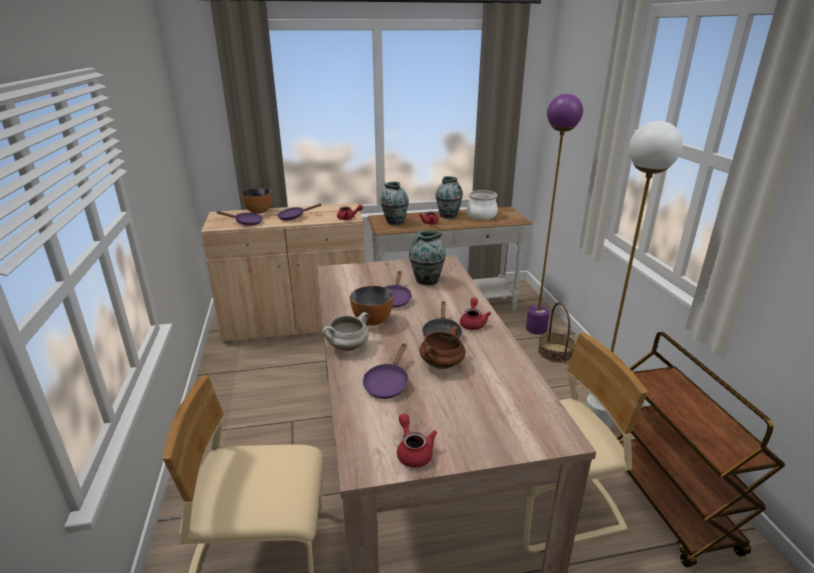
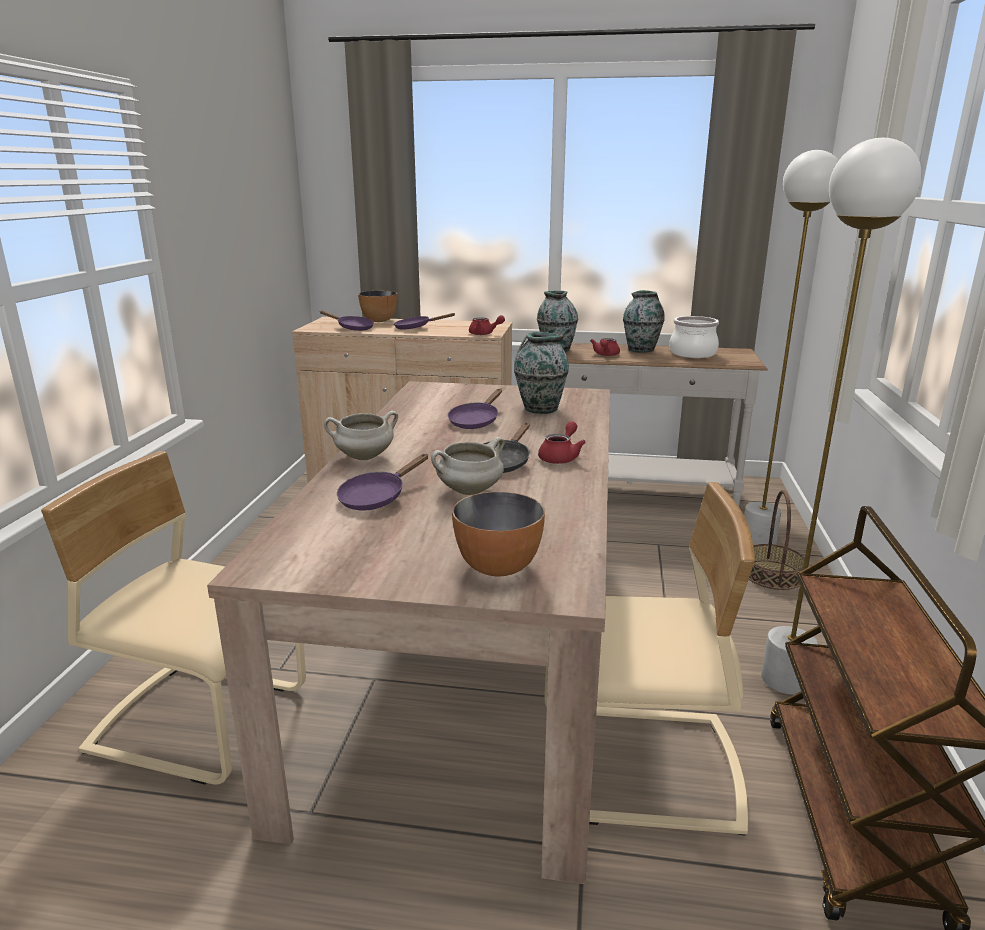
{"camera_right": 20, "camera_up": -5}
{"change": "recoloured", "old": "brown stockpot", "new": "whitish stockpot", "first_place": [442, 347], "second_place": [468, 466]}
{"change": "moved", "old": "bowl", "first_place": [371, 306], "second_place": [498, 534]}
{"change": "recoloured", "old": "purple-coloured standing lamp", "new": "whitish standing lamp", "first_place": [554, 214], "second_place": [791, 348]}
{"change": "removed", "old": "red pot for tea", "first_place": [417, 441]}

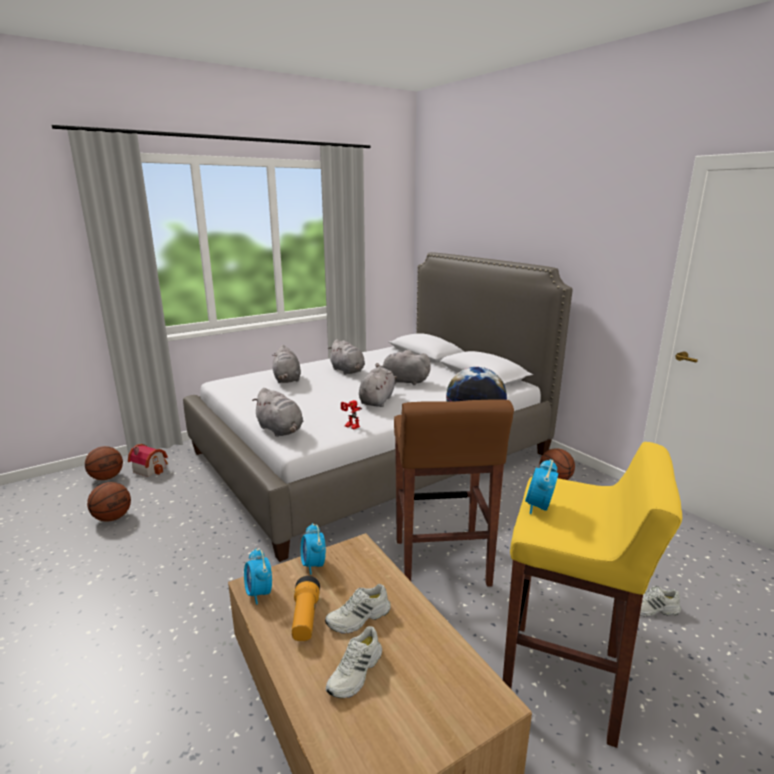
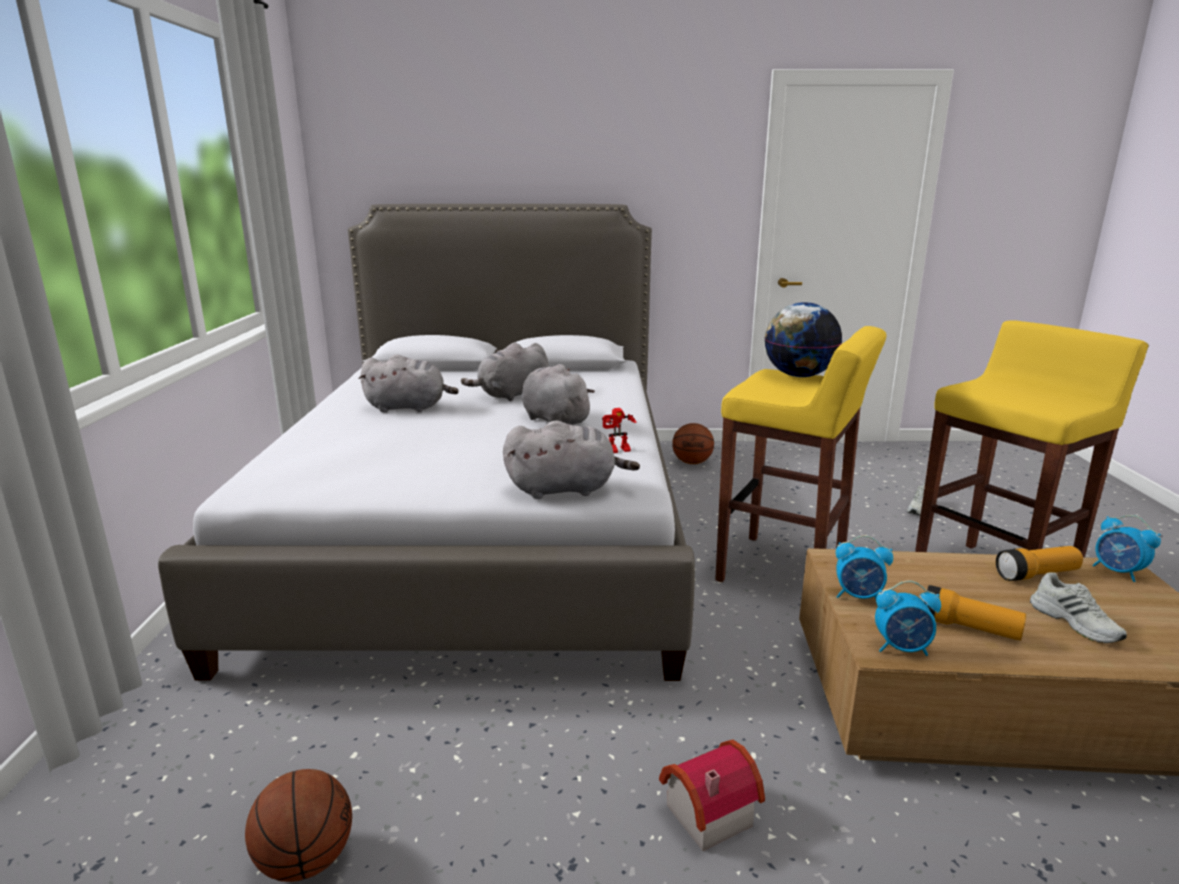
{"camera_right": -55, "camera_up": 0}
{"change": "moved", "old": "model house", "first_place": [148, 460], "second_place": [712, 795]}
{"change": "recoloured", "old": "brown stool seat", "new": "yellow-coloured stool seat", "first_place": [454, 493], "second_place": [800, 454]}
{"change": "added", "new": "hand torch", "second_place": [1039, 563]}
{"change": "moved", "old": "bedside clock", "first_place": [541, 486], "second_place": [1126, 548]}
{"change": "removed", "old": "basketball ball", "first_place": [104, 463]}
{"change": "removed", "old": "grey plush toy", "first_place": [286, 364]}
{"change": "removed", "old": "whitish shoe", "first_place": [358, 609]}

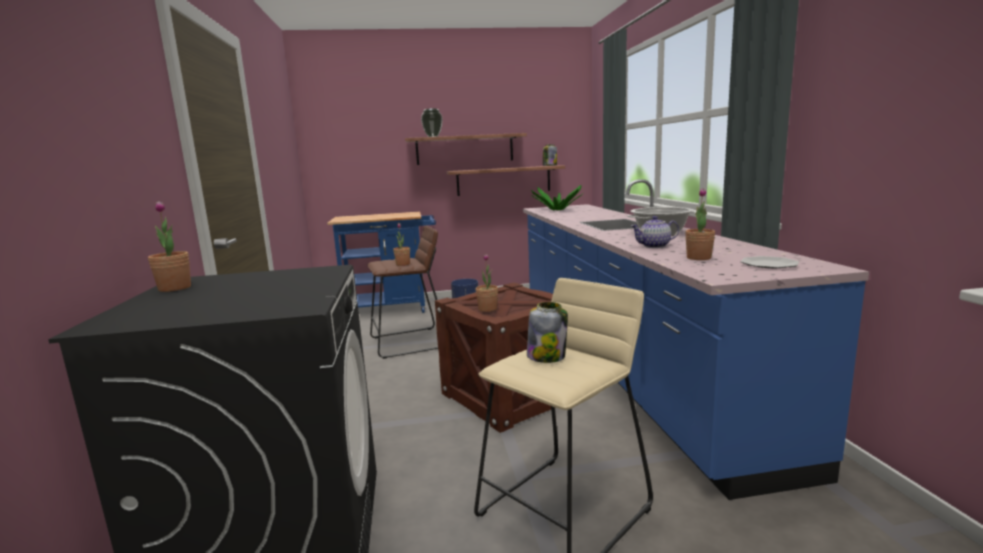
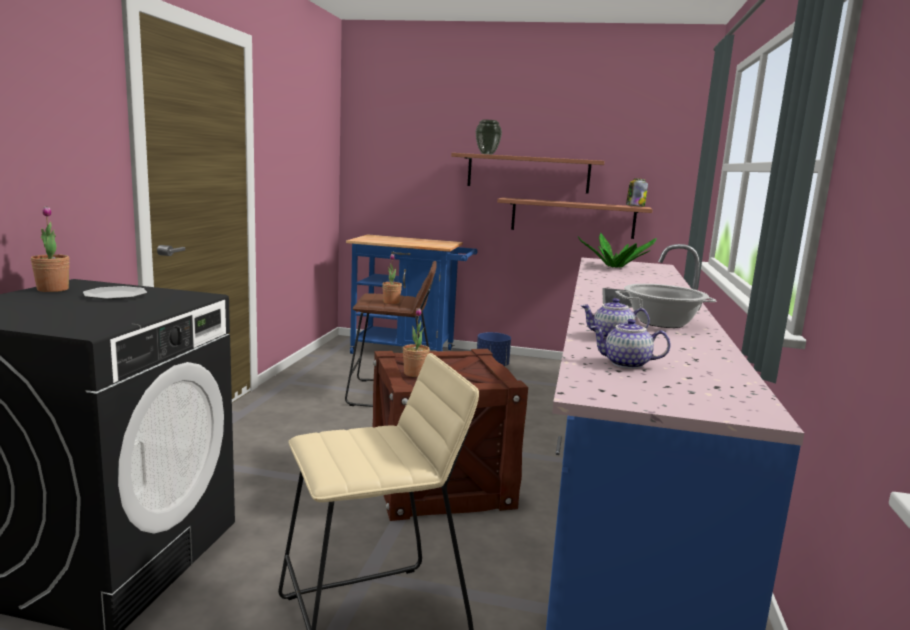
{"camera_right": 20, "camera_up": 0}
{"change": "moved", "old": "flat dish", "first_place": [769, 262], "second_place": [115, 293]}
{"change": "replaced", "old": "plant in a pot", "new": "pot for tea", "first_place": [700, 224], "second_place": [630, 344]}
{"change": "removed", "old": "storage jar", "first_place": [547, 332]}

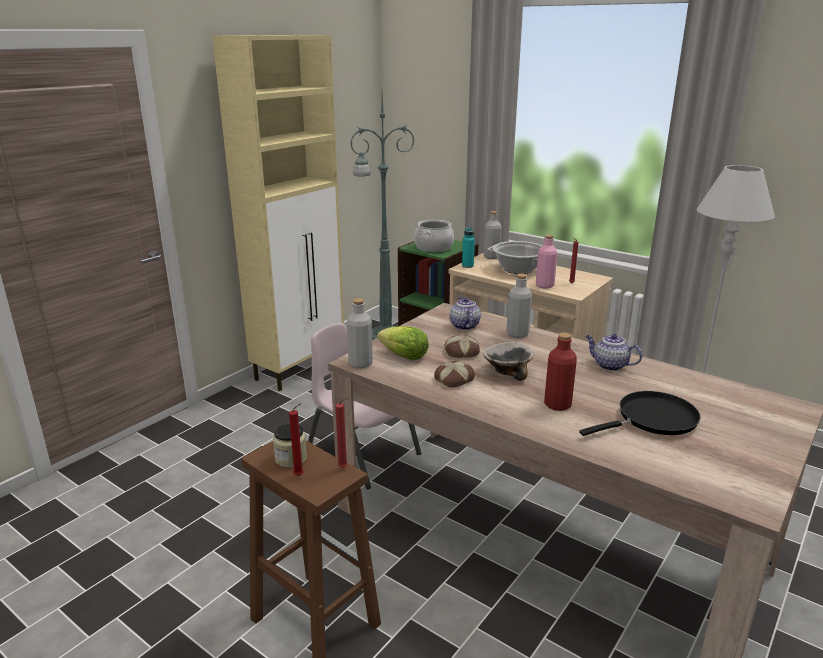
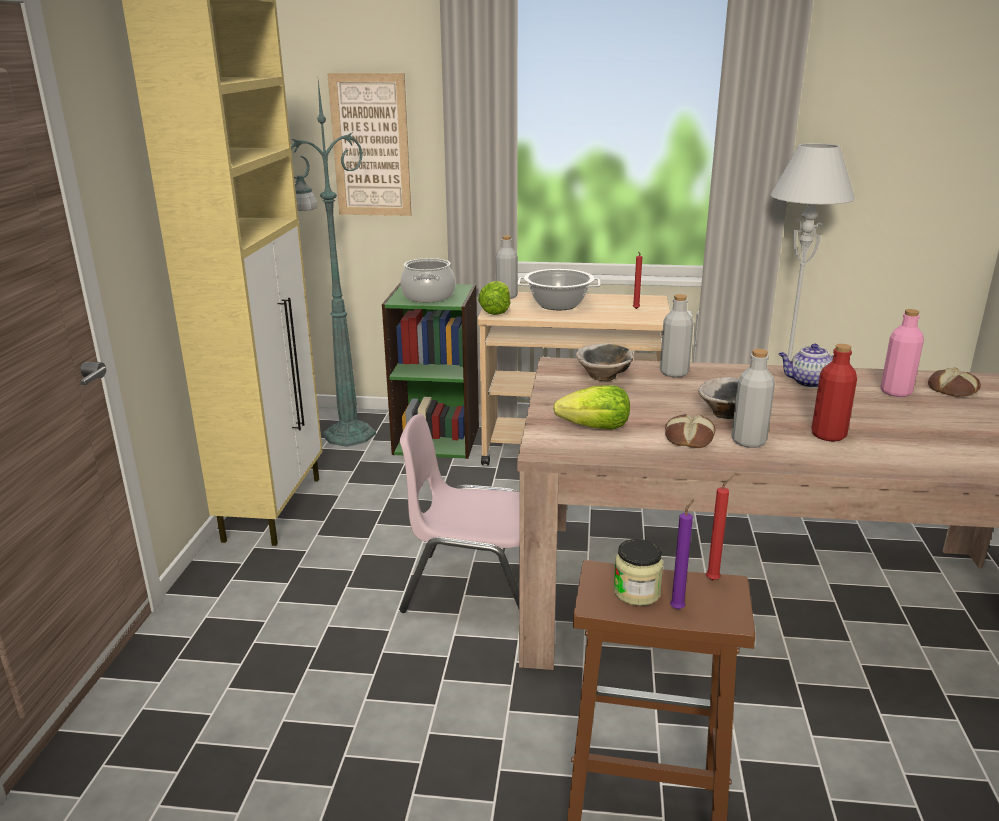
{"camera_right": -30, "camera_up": 0}
{"change": "added", "new": "wall picture", "second_place": [369, 144]}
{"change": "replaced", "old": "turquoise beverage bottle", "new": "lettuce head", "first_place": [468, 247], "second_place": [494, 298]}
{"change": "replaced", "old": "pot for tea", "new": "bowl", "first_place": [465, 313], "second_place": [605, 362]}
{"change": "recoloured", "old": "red candle", "new": "purple-coloured candle", "first_place": [296, 439], "second_place": [682, 554]}
{"change": "moved", "old": "grey beverage bottle", "first_place": [360, 333], "second_place": [753, 398]}
{"change": "moved", "old": "pink beverage bottle", "first_place": [546, 261], "second_place": [902, 353]}
{"change": "moved", "old": "bread", "first_place": [462, 346], "second_place": [954, 382]}
{"change": "removed", "old": "black-coloured frying pan", "first_place": [640, 413]}

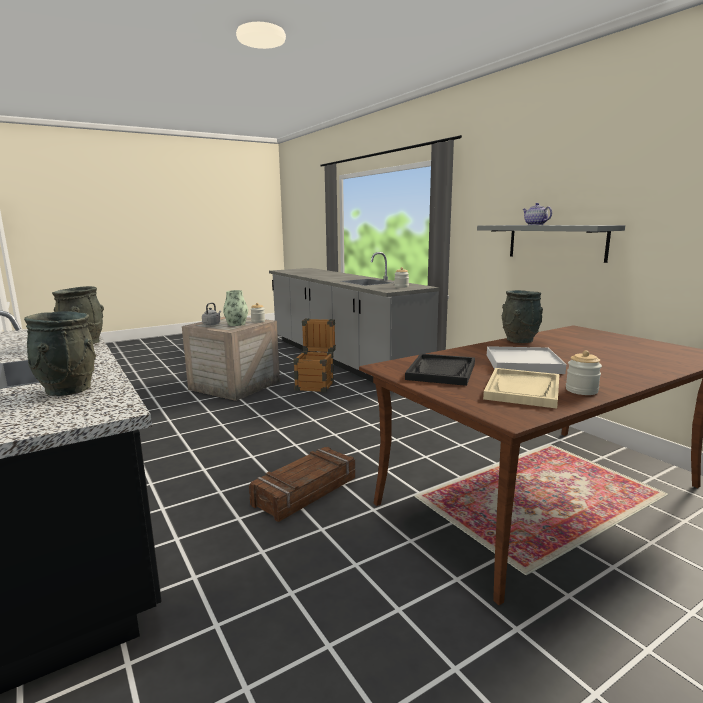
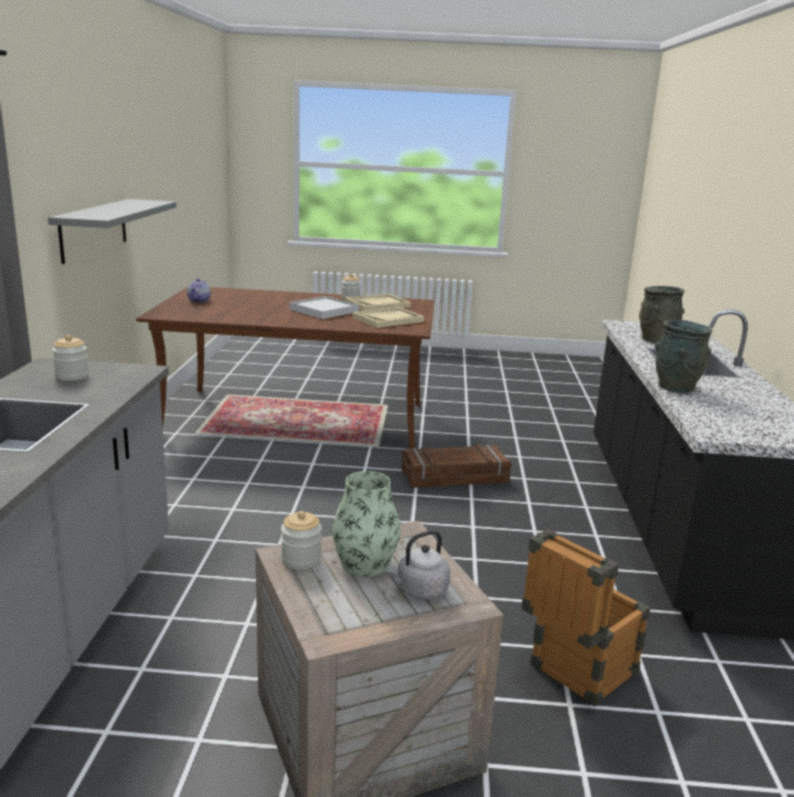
{"camera_right": -145, "camera_up": 5}
{"change": "moved", "old": "pot for tea", "first_place": [537, 214], "second_place": [199, 291]}
{"change": "recoloured", "old": "black-coloured tray", "new": "beige tray", "first_place": [440, 369], "second_place": [388, 317]}
{"change": "moved", "old": "packing crate", "first_place": [314, 355], "second_place": [586, 617]}
{"change": "removed", "old": "grey decorative vase", "first_place": [522, 316]}

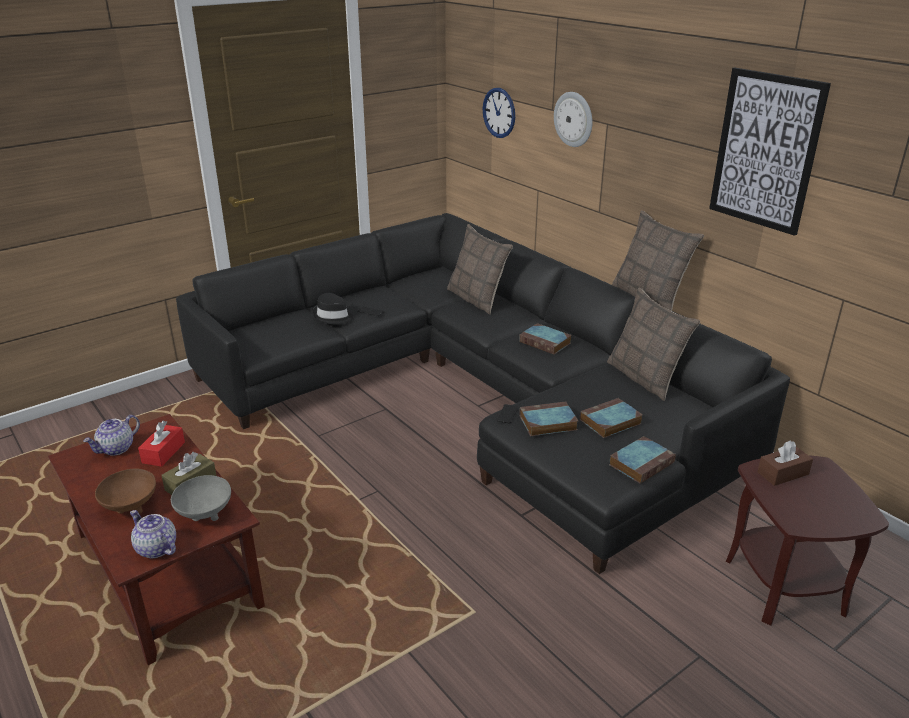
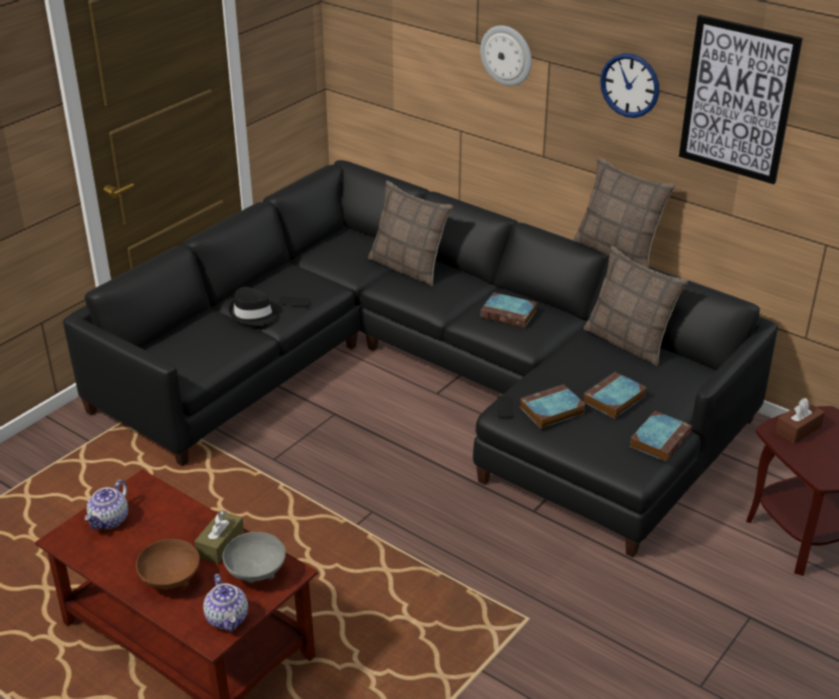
{"camera_right": -15, "camera_up": 5}
{"change": "turned", "old": "pot for tea", "first_place": [153, 534], "second_place": [225, 603], "degrees": -135}
{"change": "moved", "old": "clock on the wall", "first_place": [499, 113], "second_place": [629, 85]}
{"change": "removed", "old": "red box of tissues", "first_place": [161, 444]}

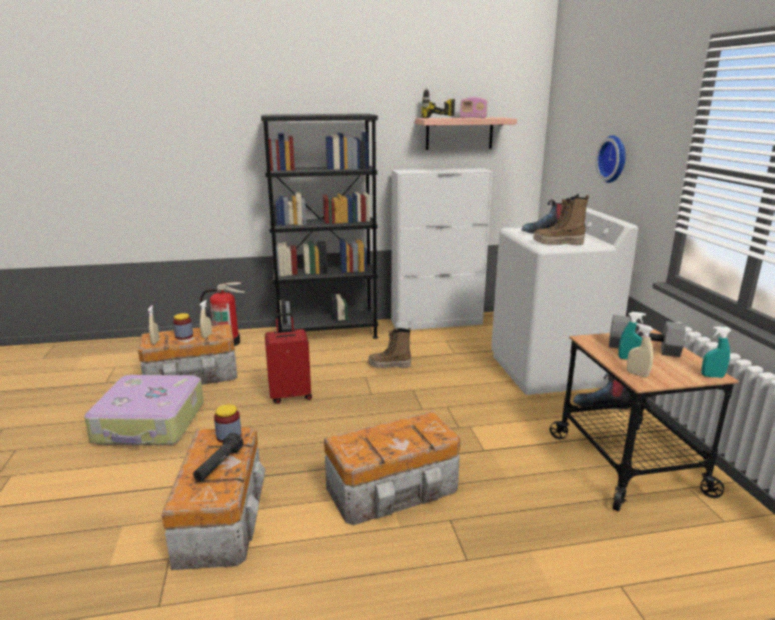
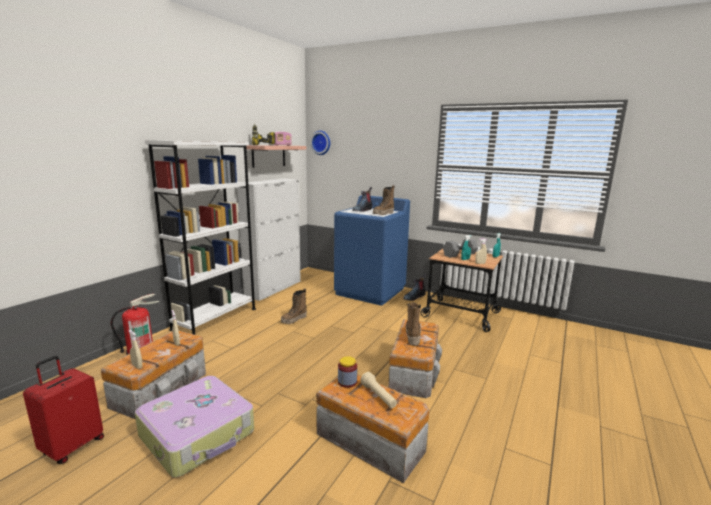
{"camera_right": -50, "camera_up": -5}
{"change": "moved", "old": "red travel case", "first_place": [288, 358], "second_place": [63, 410]}
{"change": "recoloured", "old": "black-coloured shelving unit", "new": "whitish shelving unit", "first_place": [319, 226], "second_place": [200, 237]}
{"change": "moved", "old": "clock on the wall", "first_place": [611, 159], "second_place": [320, 143]}
{"change": "recoloured", "old": "whitish washing machine", "new": "bluish washing machine", "first_place": [564, 301], "second_place": [372, 250]}
{"change": "recoloured", "old": "black-coloured hand torch", "new": "beige hand torch", "first_place": [218, 457], "second_place": [378, 390]}
{"change": "added", "new": "tall boot", "second_place": [413, 324]}
{"change": "removed", "old": "storage jar", "first_place": [183, 326]}

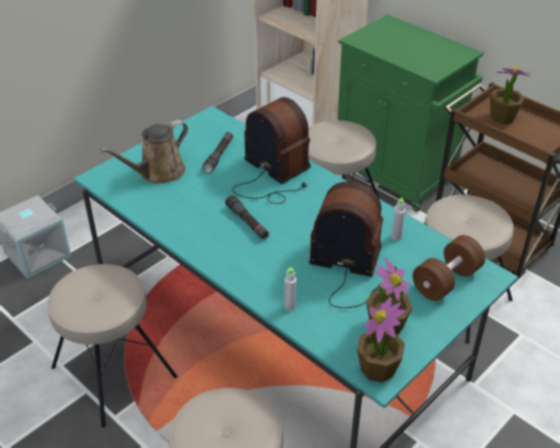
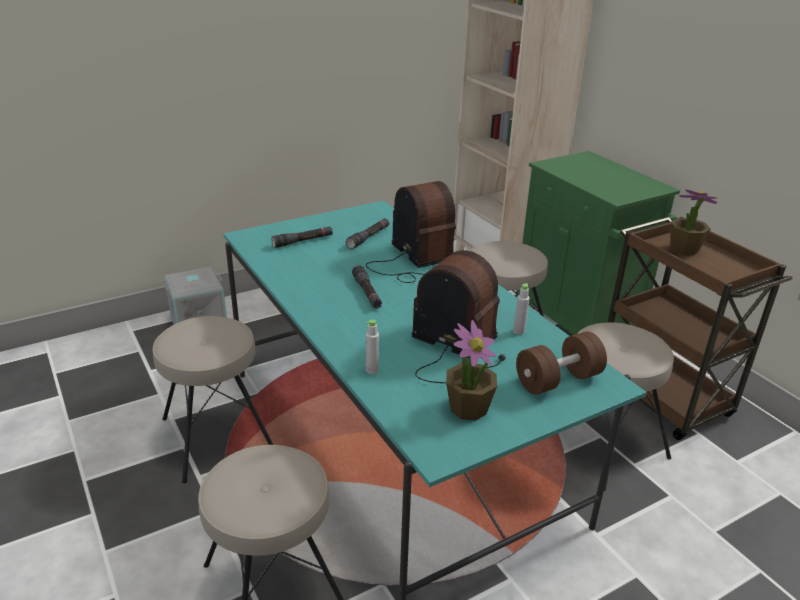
{"camera_right": 15, "camera_up": -10}
{"change": "replaced", "old": "brown watering can", "new": "black-coloured hand torch", "first_place": [144, 152], "second_place": [302, 237]}
{"change": "removed", "old": "plant in a pot", "first_place": [381, 339]}

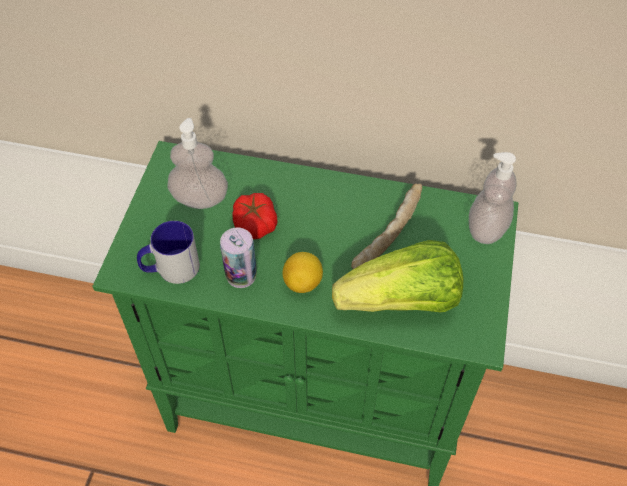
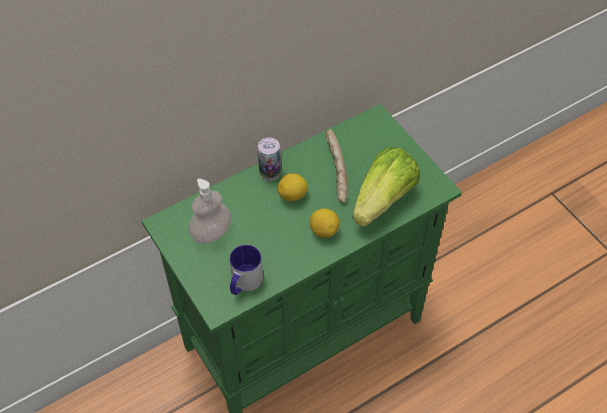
{"camera_right": -45, "camera_up": 0}
{"change": "moved", "old": "can", "first_place": [238, 258], "second_place": [269, 159]}
{"change": "added", "new": "citrus fruit", "second_place": [292, 187]}
{"change": "removed", "old": "tomato", "first_place": [255, 216]}
{"change": "removed", "old": "liquid soap bottle", "first_place": [492, 198]}

